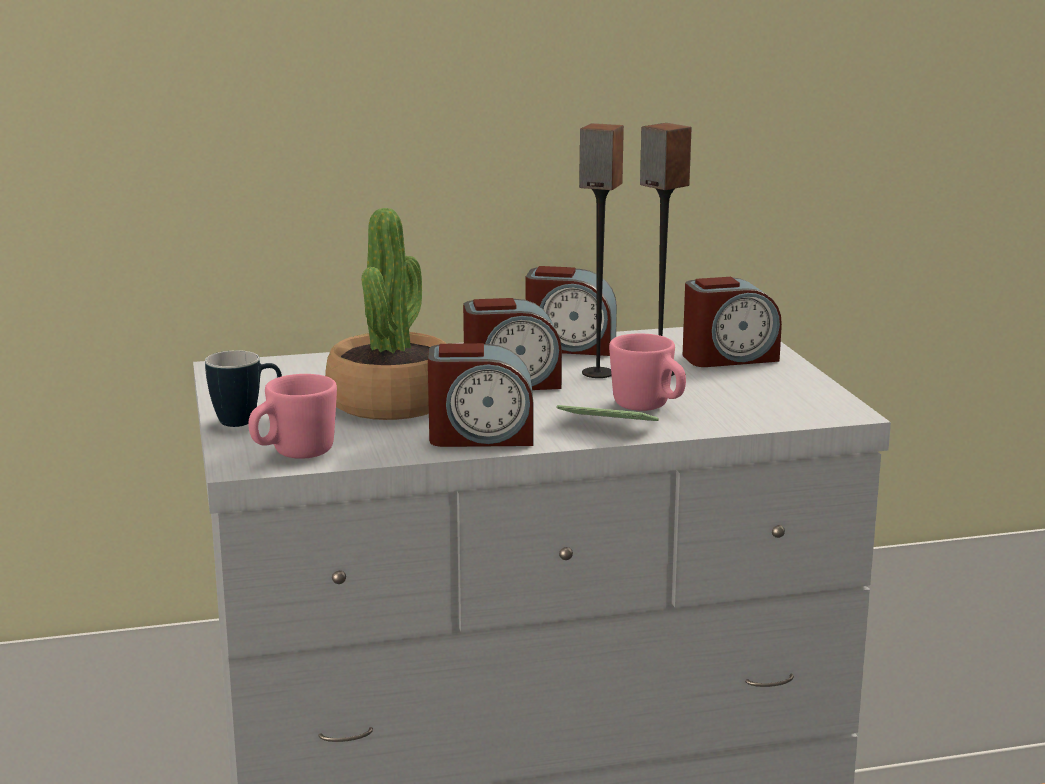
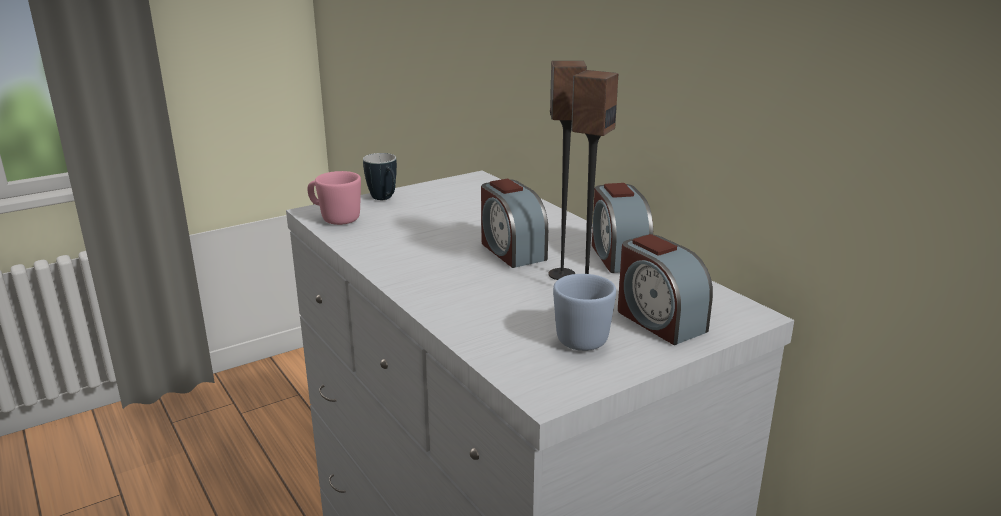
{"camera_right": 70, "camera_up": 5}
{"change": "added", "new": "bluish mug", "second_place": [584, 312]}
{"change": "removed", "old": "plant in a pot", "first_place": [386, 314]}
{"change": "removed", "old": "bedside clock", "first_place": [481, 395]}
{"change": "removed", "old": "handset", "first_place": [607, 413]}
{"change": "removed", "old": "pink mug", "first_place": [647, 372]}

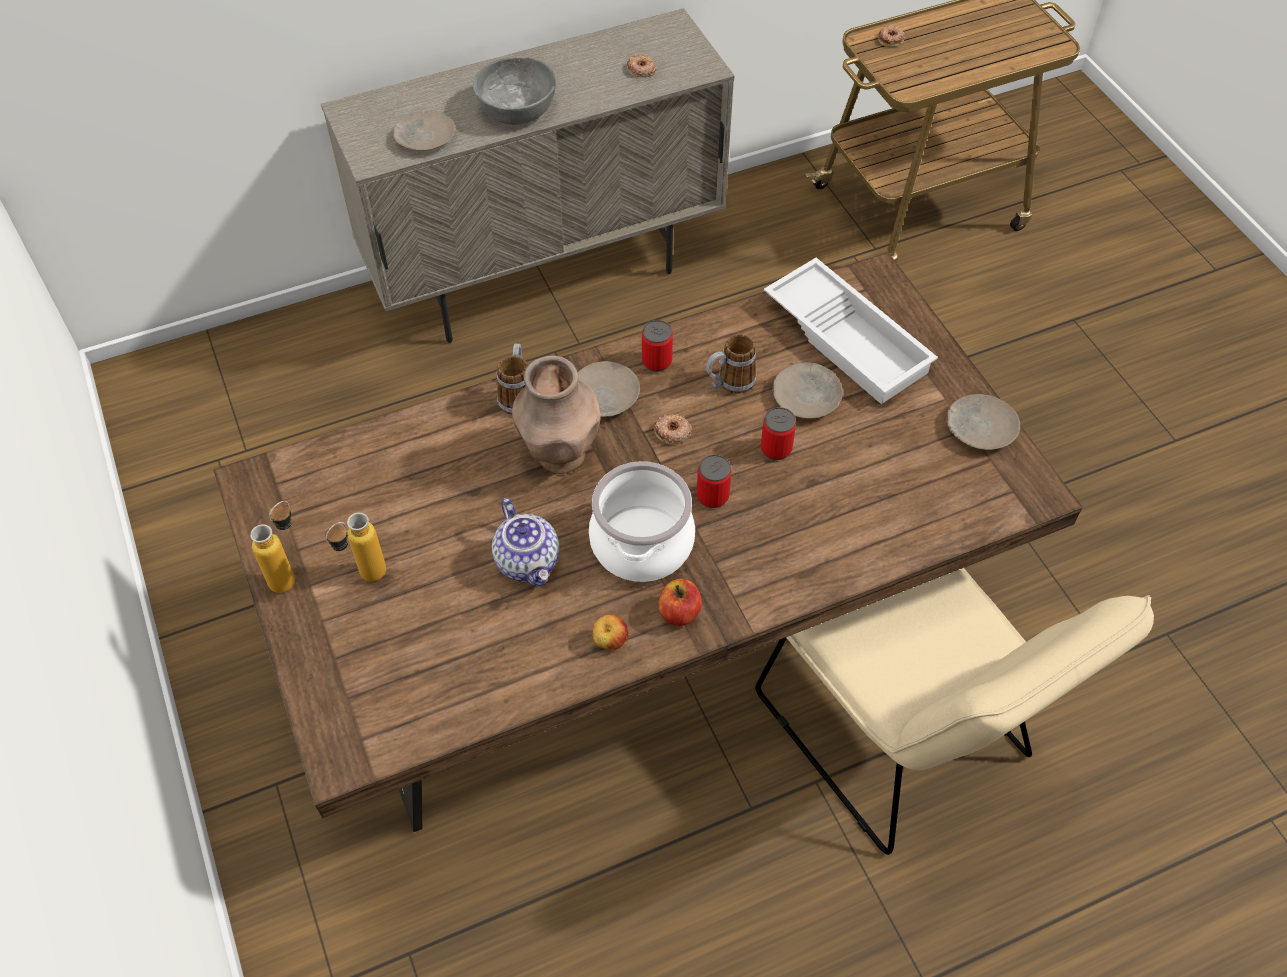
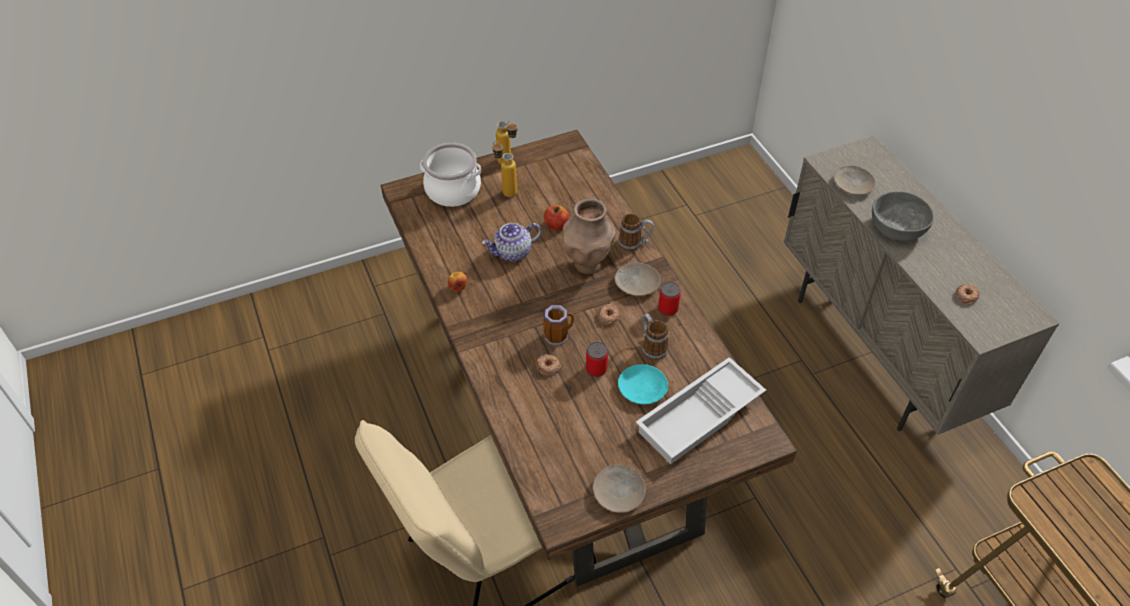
{"camera_right": 90, "camera_up": -5}
{"change": "moved", "old": "stockpot", "first_place": [642, 521], "second_place": [450, 175]}
{"change": "moved", "old": "doughnut", "first_place": [891, 36], "second_place": [548, 364]}
{"change": "replaced", "old": "can", "new": "mug", "first_place": [714, 481], "second_place": [558, 325]}
{"change": "moved", "old": "whole apple", "first_place": [680, 602], "second_place": [556, 217]}
{"change": "recoloured", "old": "beige flat dish", "new": "turquoise flat dish", "first_place": [808, 390], "second_place": [643, 384]}

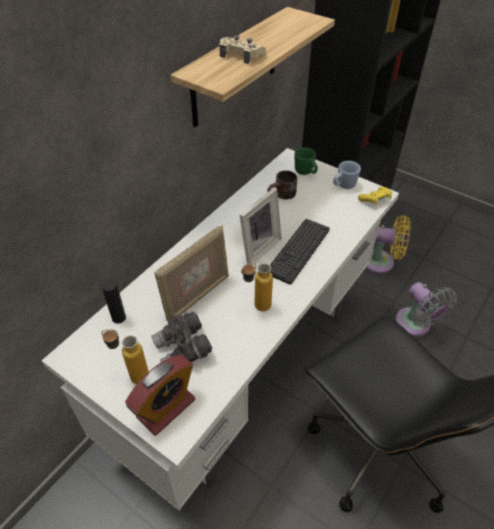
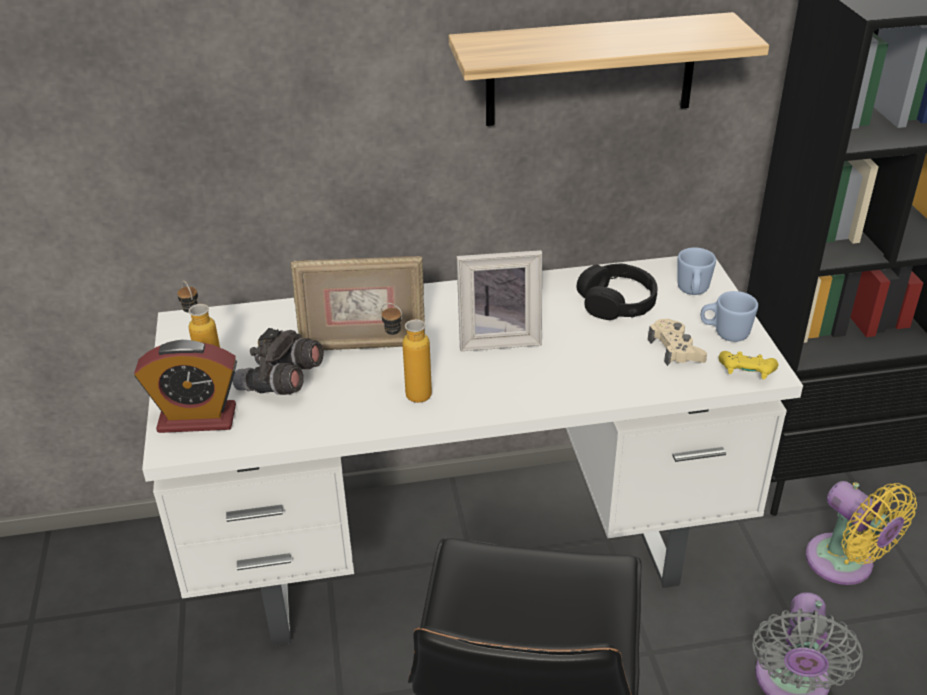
{"camera_right": 45, "camera_up": -10}
{"change": "replaced", "old": "brown mug", "new": "black-coloured headphones", "first_place": [282, 184], "second_place": [617, 291]}
{"change": "moved", "old": "beige gamepad", "first_place": [242, 49], "second_place": [677, 342]}
{"change": "recoloured", "old": "green-coloured mug", "new": "bluish mug", "first_place": [306, 161], "second_place": [696, 271]}
{"change": "removed", "old": "black-coloured beverage bottle", "first_place": [114, 302]}
{"change": "removed", "old": "keyboard", "first_place": [300, 252]}

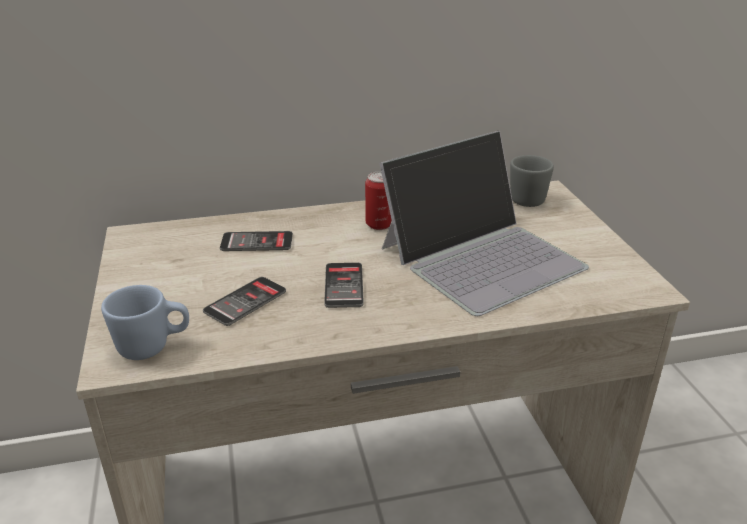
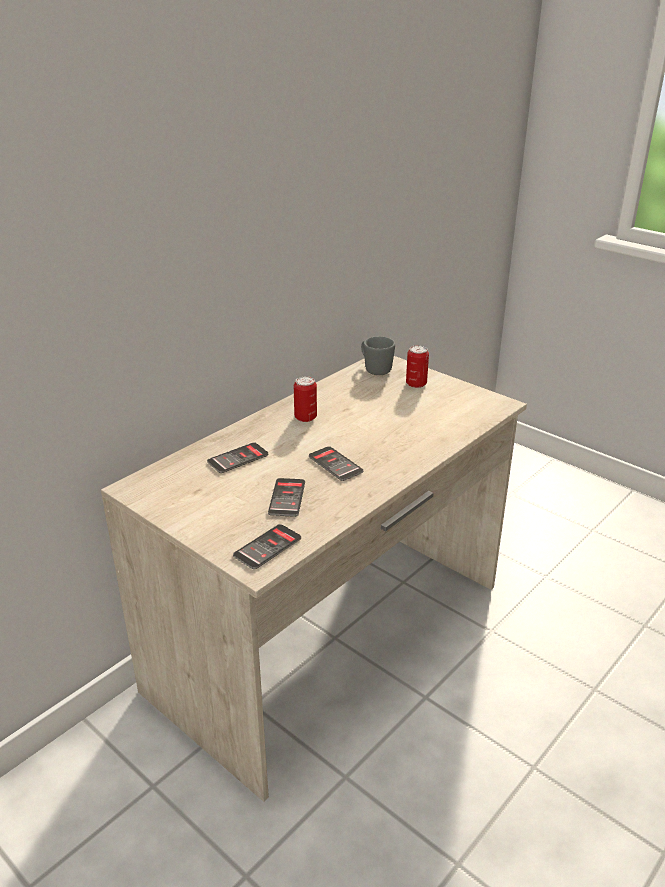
{"camera_right": -35, "camera_up": 0}
{"change": "replaced", "old": "bluish mug", "new": "handset", "first_place": [145, 322], "second_place": [267, 547]}
{"change": "added", "new": "can", "second_place": [417, 366]}
{"change": "removed", "old": "portable computer", "first_place": [484, 223]}

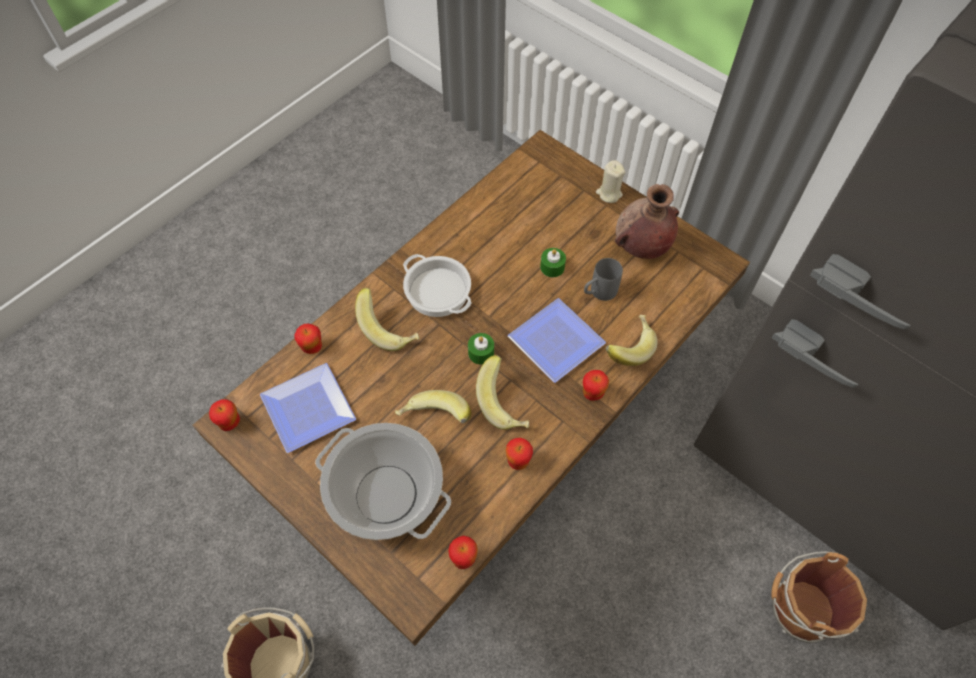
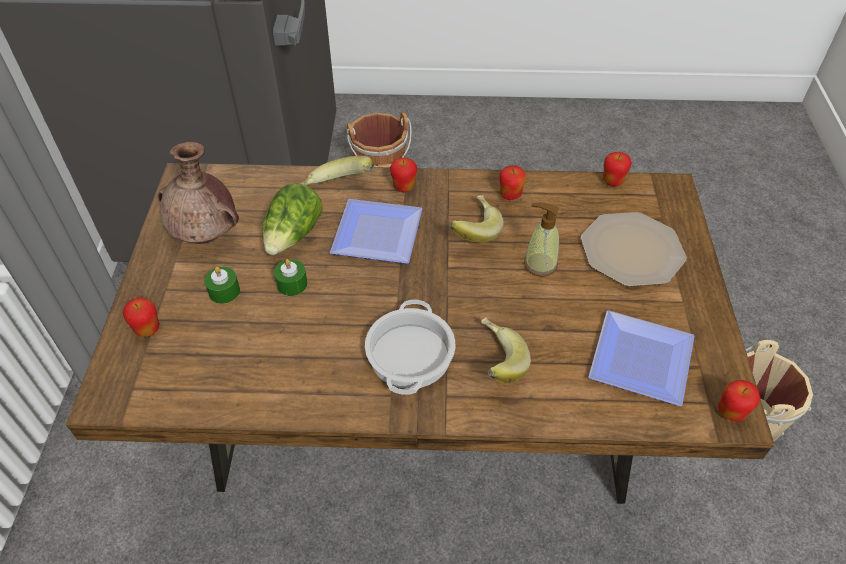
{"camera_right": -130, "camera_up": -10}
{"change": "moved", "old": "whole apple", "first_place": [308, 338], "second_place": [141, 317]}
{"change": "moved", "old": "green-coloured candle", "first_place": [481, 349], "second_place": [222, 285]}
{"change": "replaced", "old": "grey mug", "new": "lettuce head", "first_place": [603, 279], "second_place": [292, 219]}
{"change": "replaced", "old": "banana fruit", "new": "liquid soap bottle", "first_place": [433, 406], "second_place": [541, 239]}
{"change": "replaced", "old": "stockpot", "new": "flat dish", "first_place": [383, 481], "second_place": [634, 249]}
{"change": "removed", "old": "beige candle", "first_place": [610, 181]}

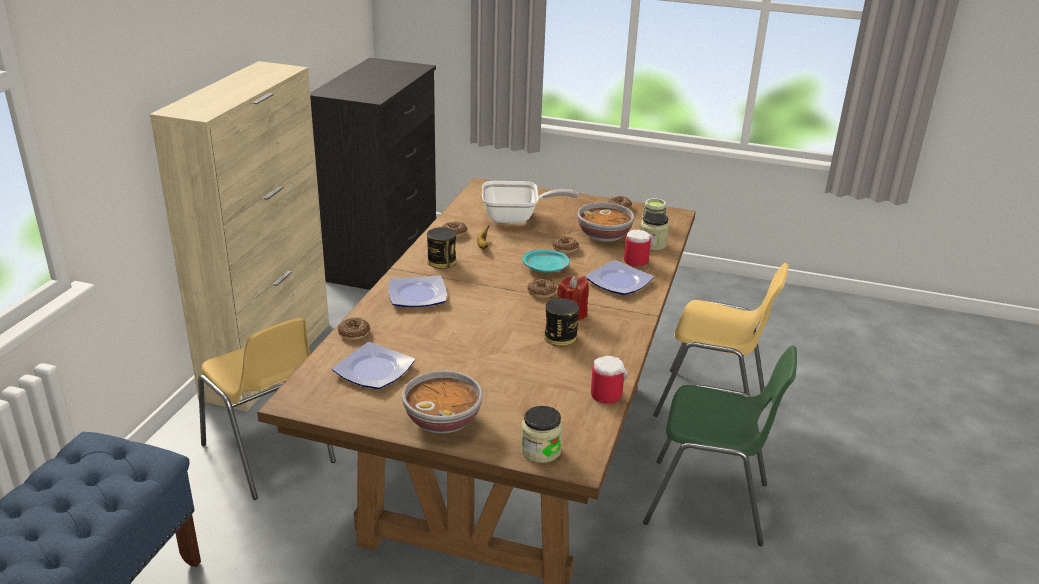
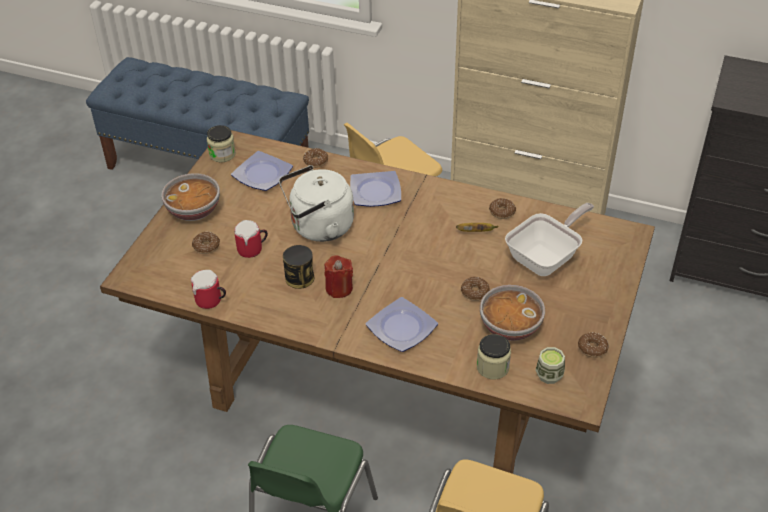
{"camera_right": 95, "camera_up": 15}
{"change": "moved", "old": "doughnut", "first_place": [542, 288], "second_place": [206, 243]}
{"change": "moved", "old": "storage jar", "first_place": [542, 434], "second_place": [221, 143]}
{"change": "moved", "old": "mug", "first_place": [639, 248], "second_place": [251, 239]}
{"change": "added", "new": "whitish water kettle", "second_place": [316, 203]}
{"change": "turned", "old": "frying pan", "first_place": [530, 202], "second_place": [549, 239], "degrees": -135}
{"change": "removed", "old": "can", "first_place": [441, 248]}
{"change": "removed", "old": "turquoise flat dish", "first_place": [546, 261]}

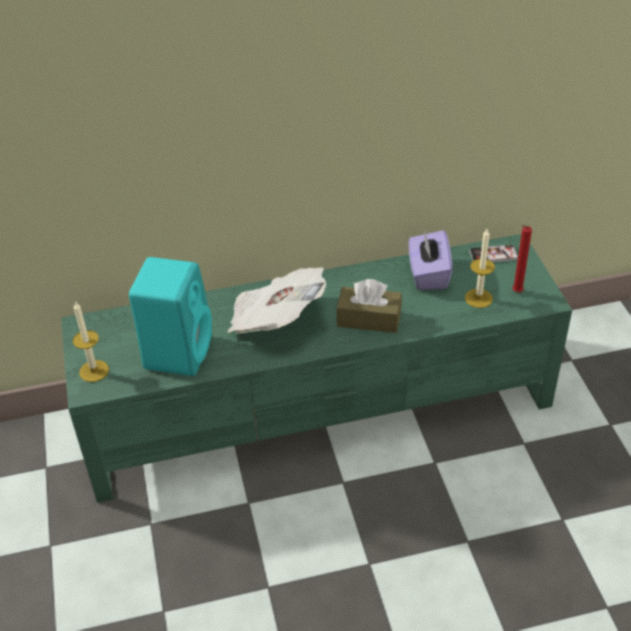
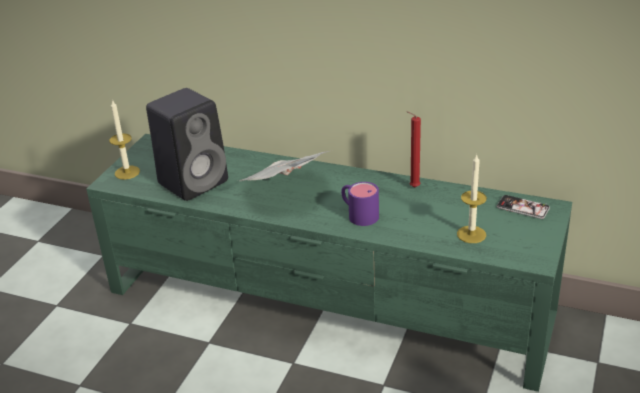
{"camera_right": 35, "camera_up": -10}
{"change": "recoloured", "old": "turquoise speaker", "new": "black-coloured speaker", "first_place": [170, 316], "second_place": [187, 144]}
{"change": "replaced", "old": "brown box of tissues", "new": "purple-coloured mug", "first_place": [369, 306], "second_place": [360, 204]}
{"change": "moved", "old": "red candle", "first_place": [522, 258], "second_place": [413, 149]}
{"change": "removed", "old": "purple-coloured box of tissues", "first_place": [430, 260]}

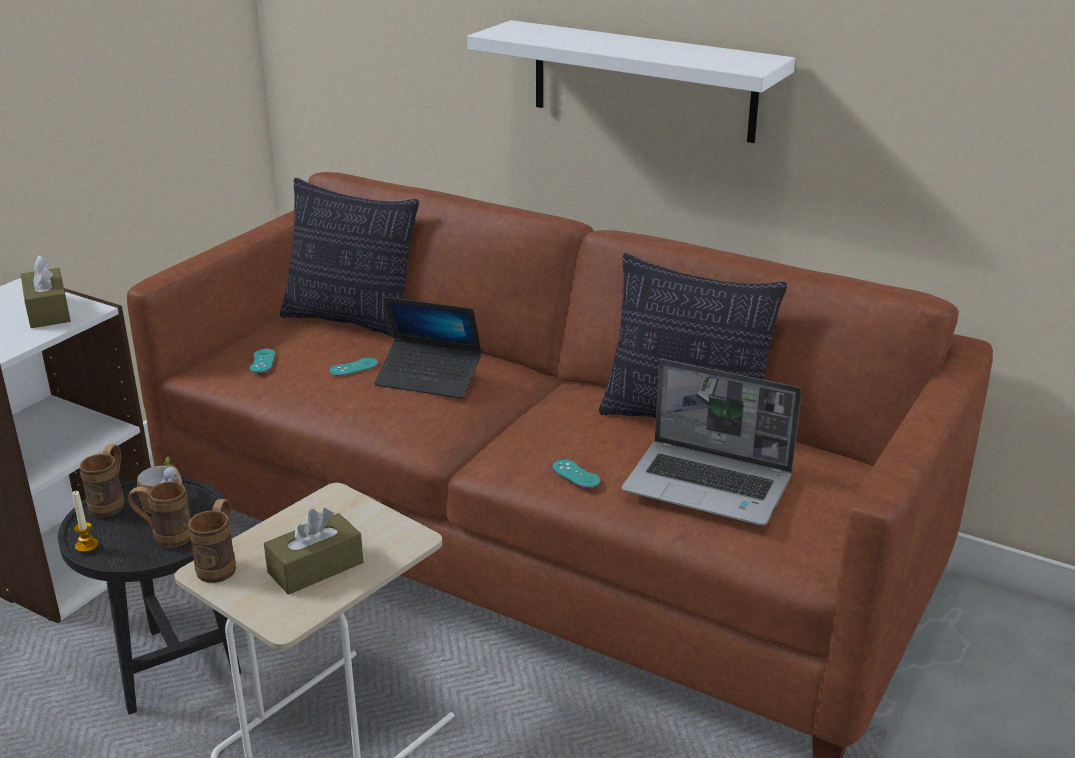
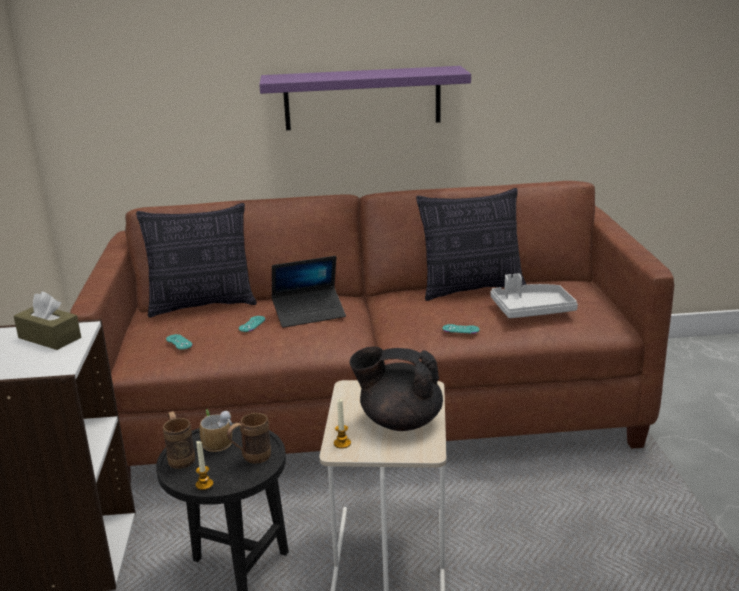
{"camera_right": -35, "camera_up": -5}
{"change": "recoloured", "old": "whitish bracket shelf", "new": "purple-coloured bracket shelf", "first_place": [631, 81], "second_place": [365, 98]}
{"change": "replaced", "old": "brown mug", "new": "candle", "first_place": [212, 541], "second_place": [342, 424]}
{"change": "replaced", "old": "brown box of tissues", "new": "black-coloured pot for tea", "first_place": [313, 551], "second_place": [396, 388]}
{"change": "replaced", "old": "portable computer", "new": "grey tray", "first_place": [712, 442], "second_place": [534, 296]}

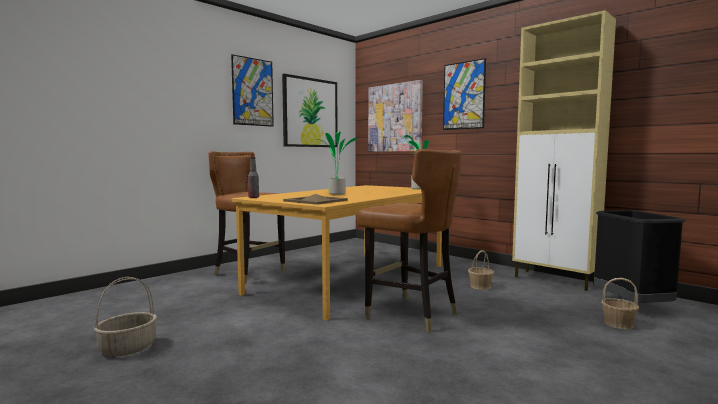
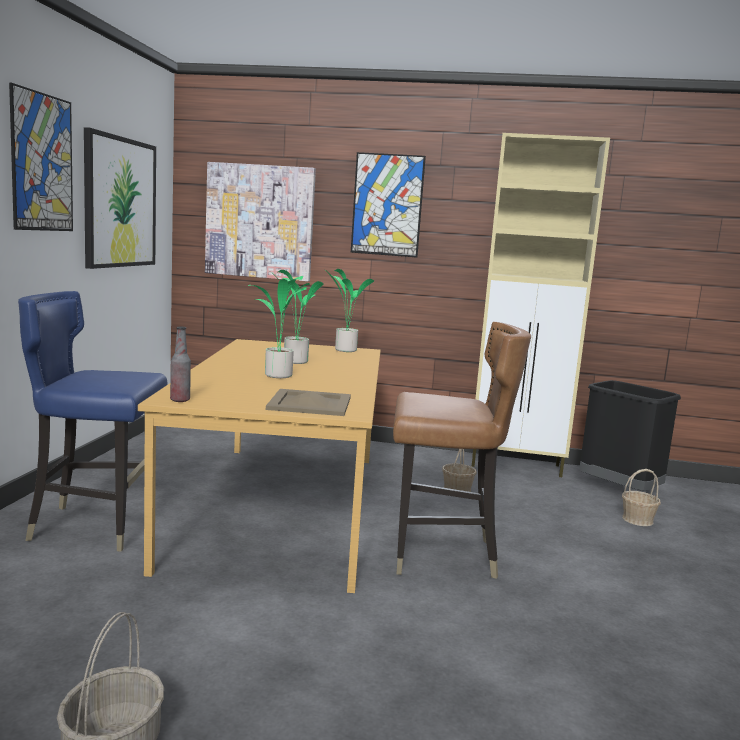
{"camera_right": -35, "camera_up": 5}
{"change": "recoloured", "old": "brown upright chair", "new": "bluish upright chair", "first_place": [247, 217], "second_place": [93, 421]}
{"change": "added", "new": "plant in a pot", "second_place": [297, 317]}

